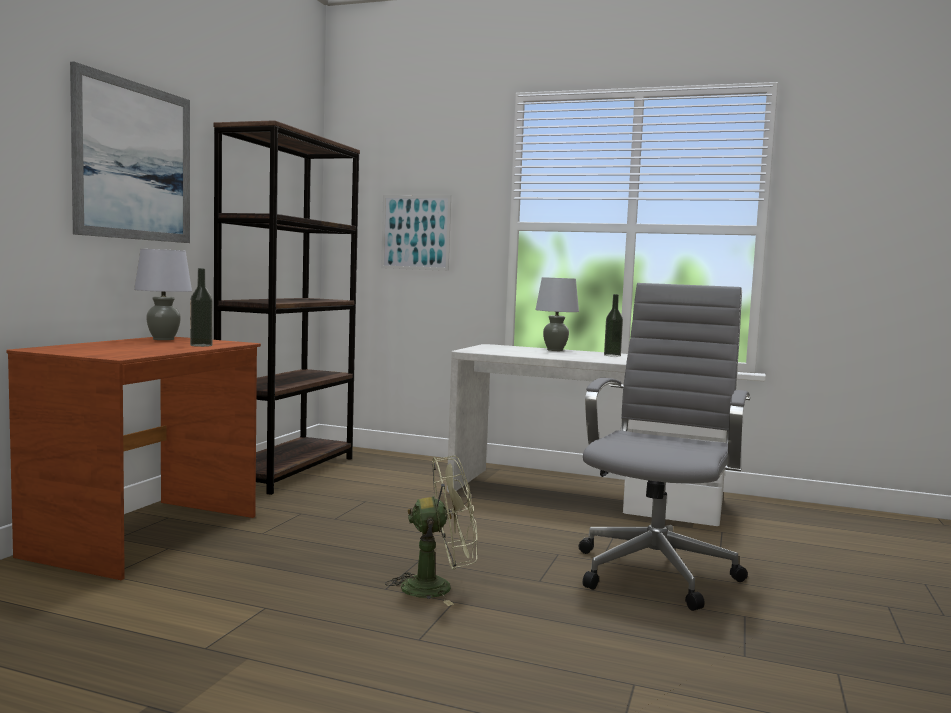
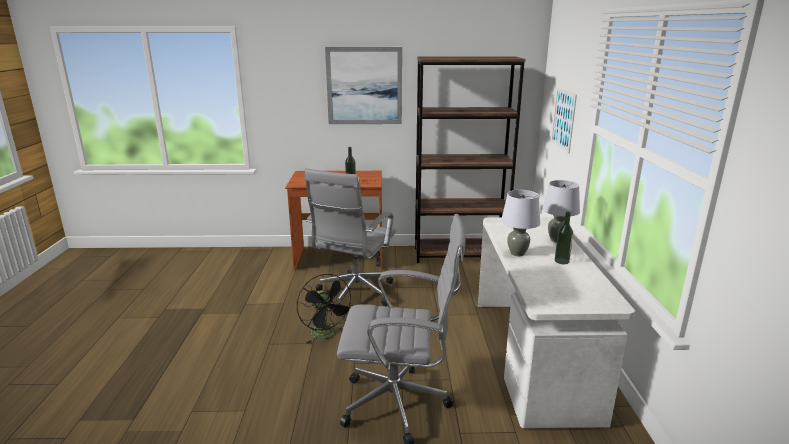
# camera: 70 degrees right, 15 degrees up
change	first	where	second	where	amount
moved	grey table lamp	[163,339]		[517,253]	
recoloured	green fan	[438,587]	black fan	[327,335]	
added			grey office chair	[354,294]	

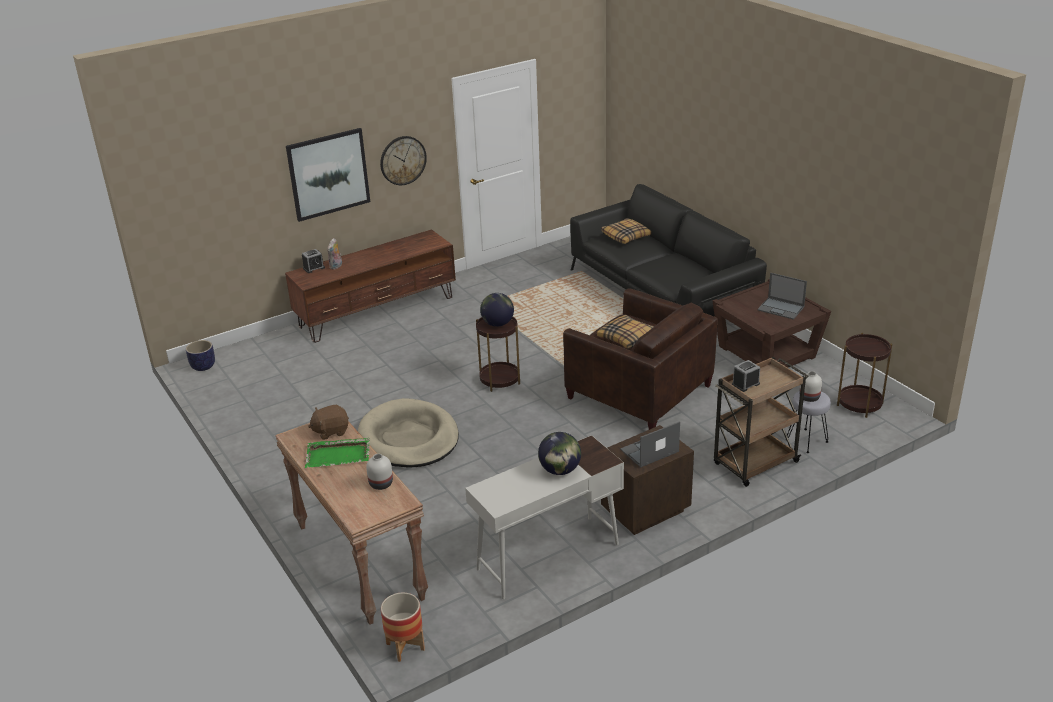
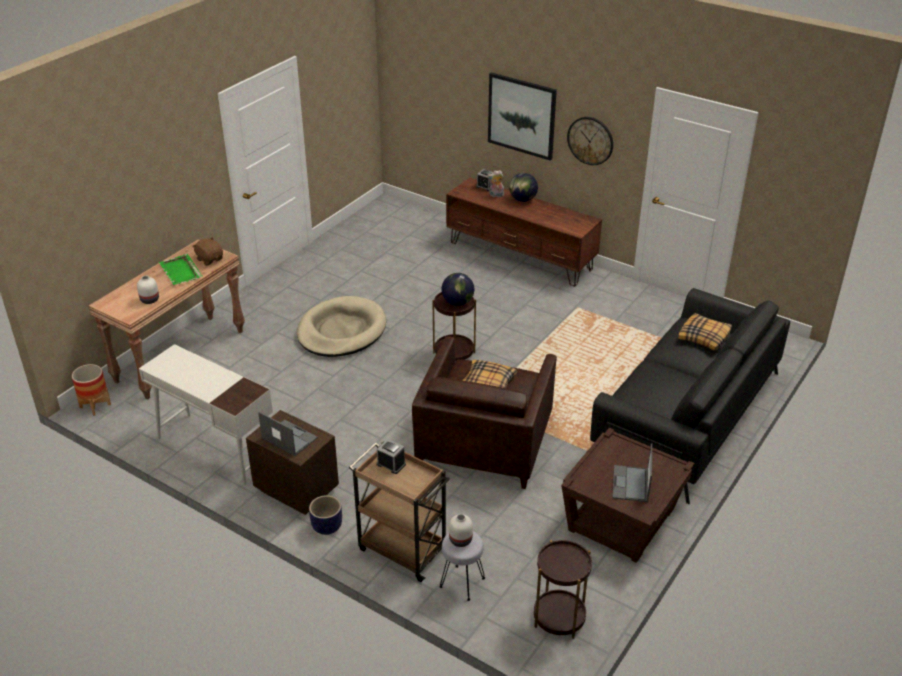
# camera: 65 degrees right, 5 degrees up
change	first	where	second	where	amount
moved	planter	[203,366]		[327,526]	
moved	globe	[560,470]		[522,199]	

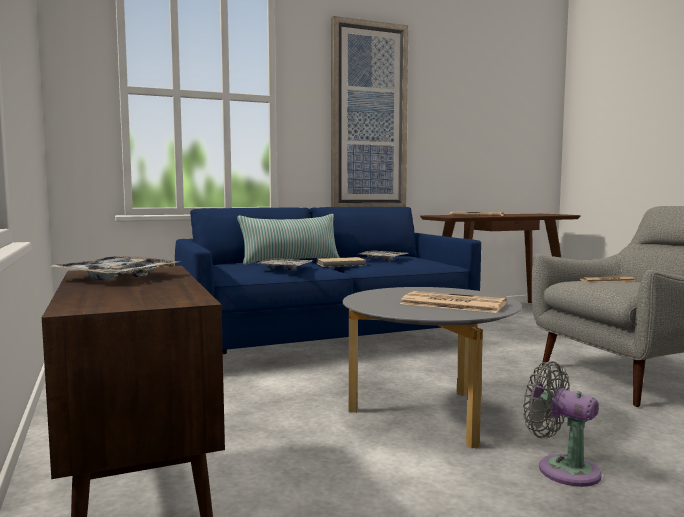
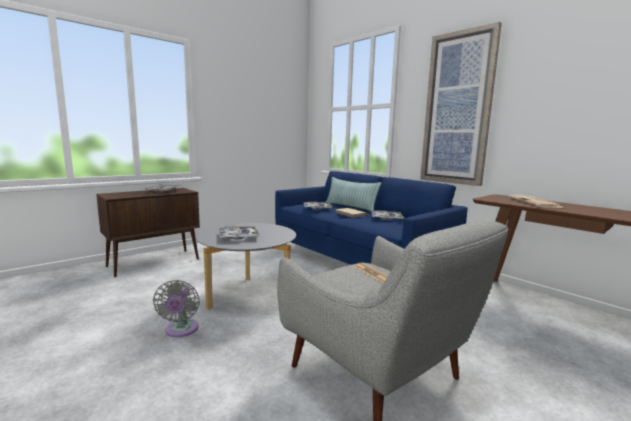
# camera: 70 degrees right, 5 degrees up
change	first	where	second	where	amount
replaced	newspaper	[451,303]	tray	[238,237]	
turned	grey fan	[562,469]		[181,330]	150 degrees clockwise

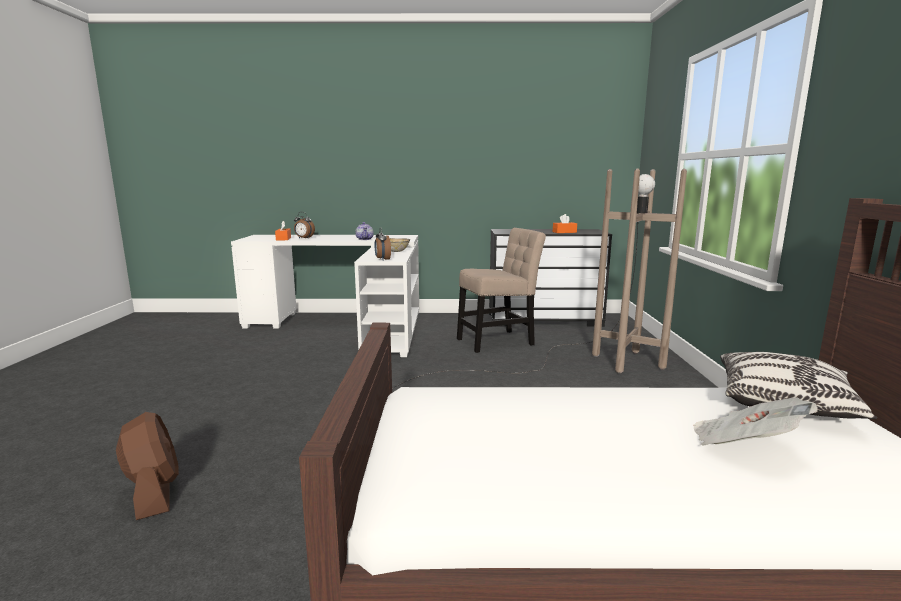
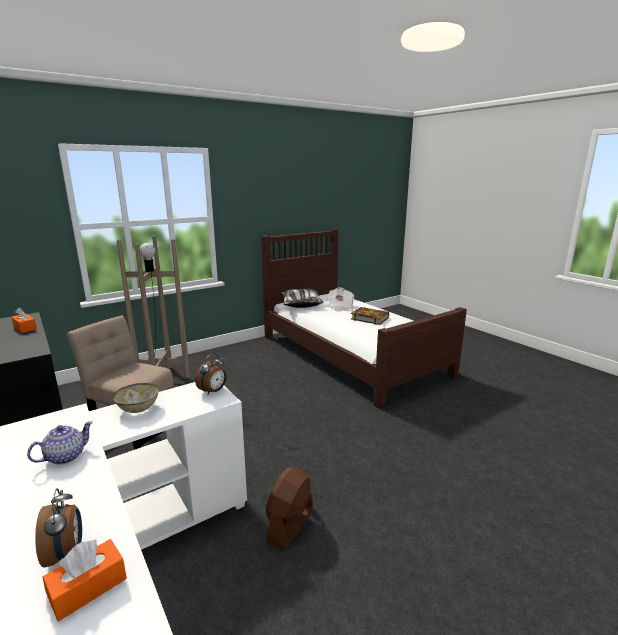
# camera: 125 degrees left, 5 degrees up
change	first	where	second	where	amount
moved	brown fan	[154,492]		[290,524]	
added			book	[370,318]	

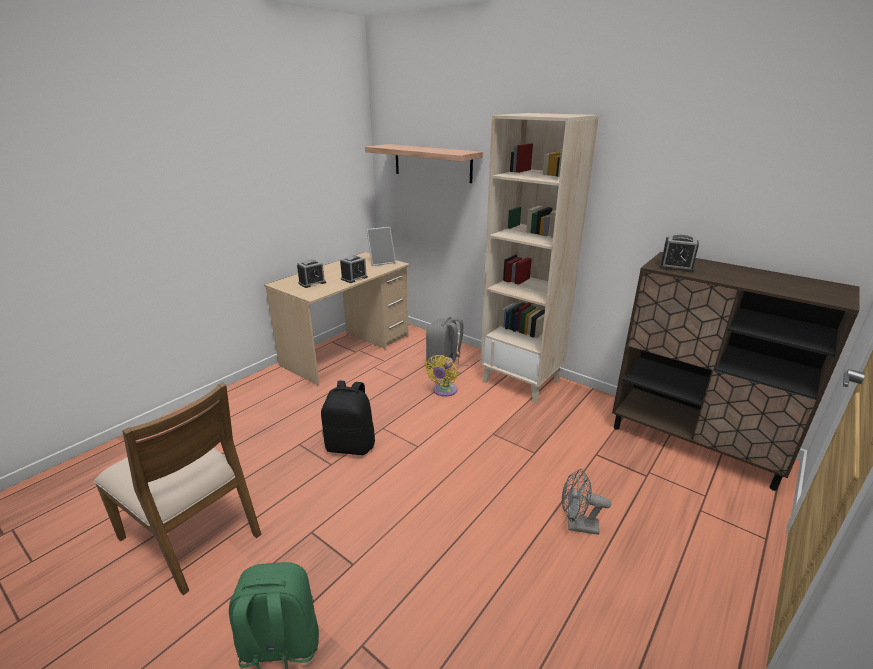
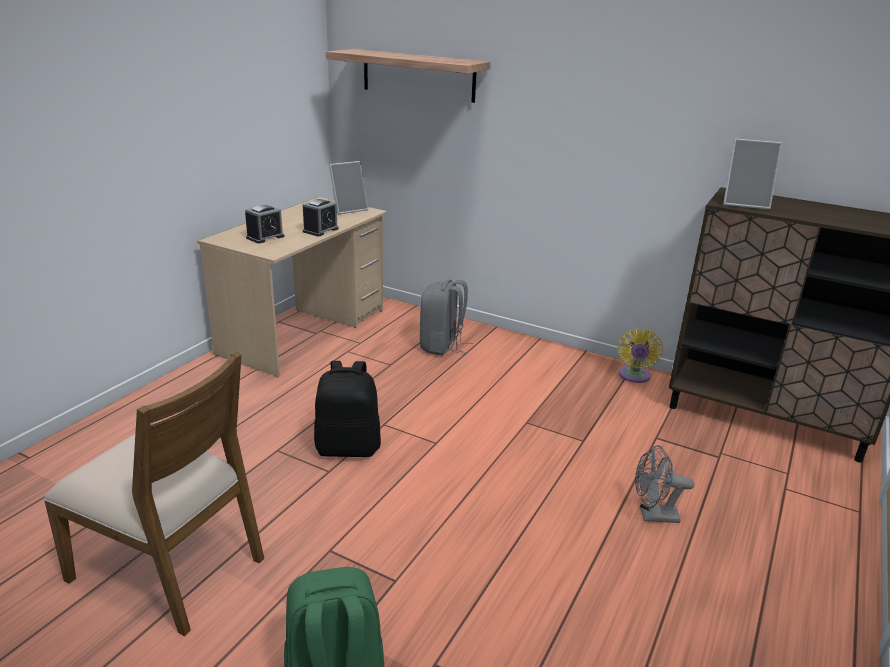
# camera: 10 degrees left, 0 degrees up
change	first	where	second	where	amount
removed	beige bookcase	[522,381]			
replaced	alarm clock	[676,267]	picture frame	[745,203]	
moved	yellow fan	[444,391]		[634,376]	

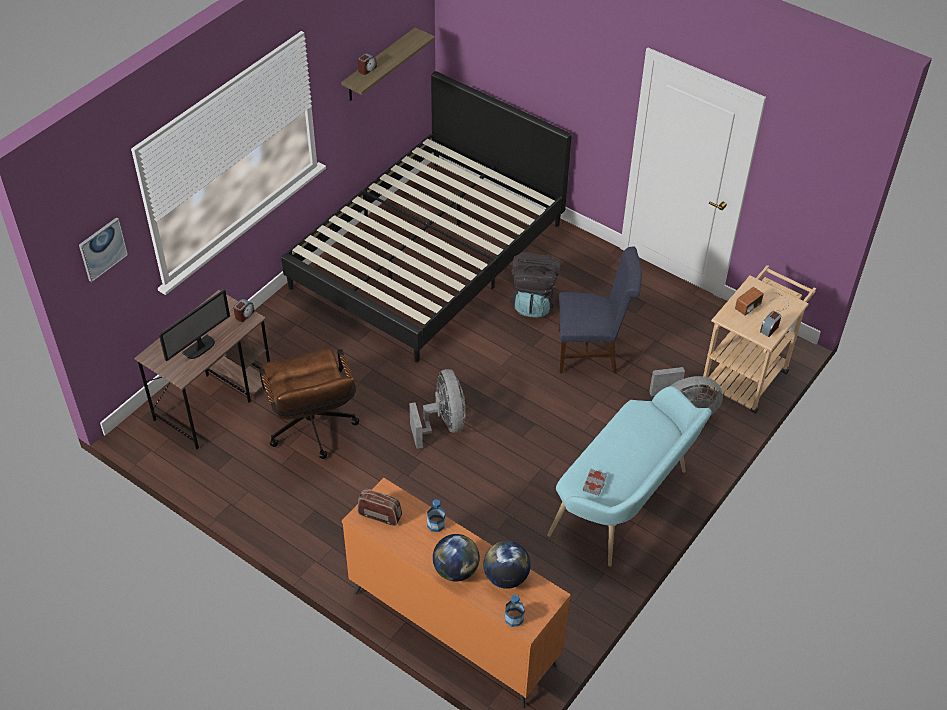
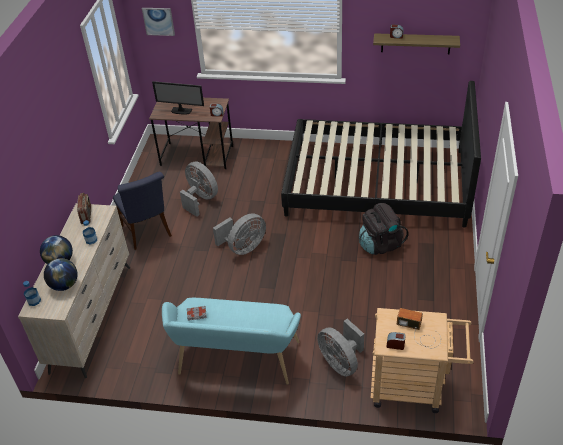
# camera: 65 degrees right, 5 degrees down
change	first	where	second	where	amount
moved	blue chair	[592,352]		[148,232]	
replaced	brown office chair	[313,431]	grey fan	[200,199]	
recoloured	orange dresser	[453,627]	beige dresser	[92,317]	

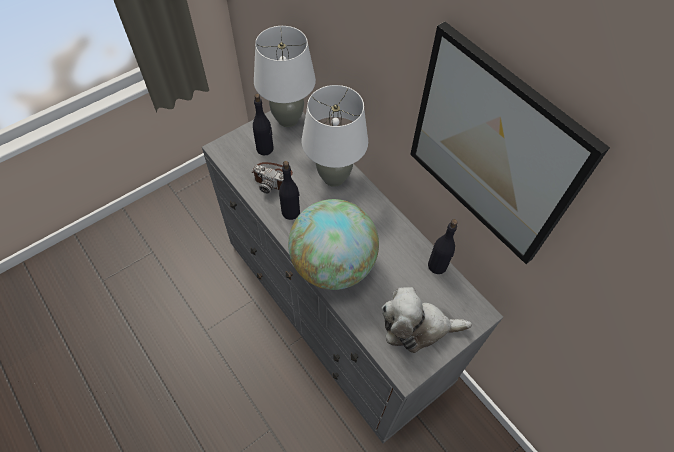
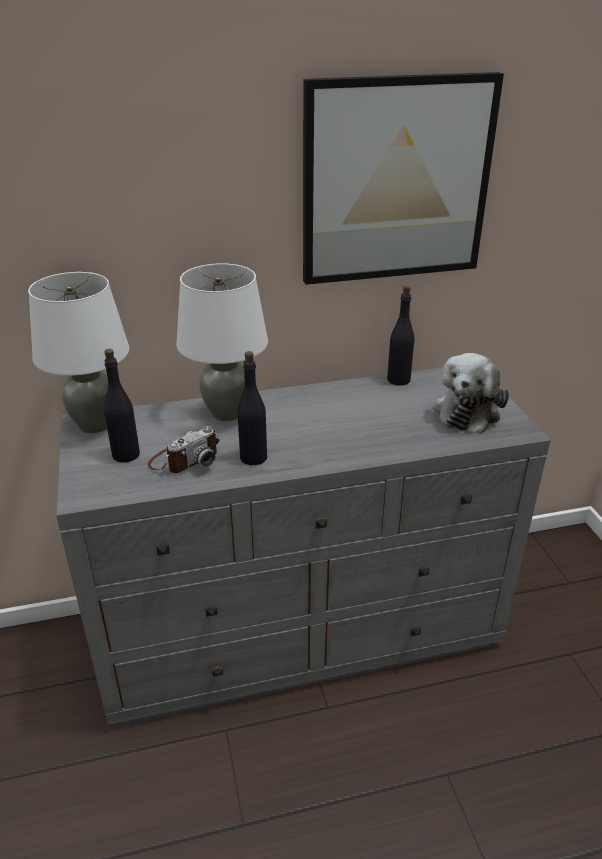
# camera: 65 degrees left, 25 degrees down
change	first	where	second	where	amount
removed	globe	[333,265]			

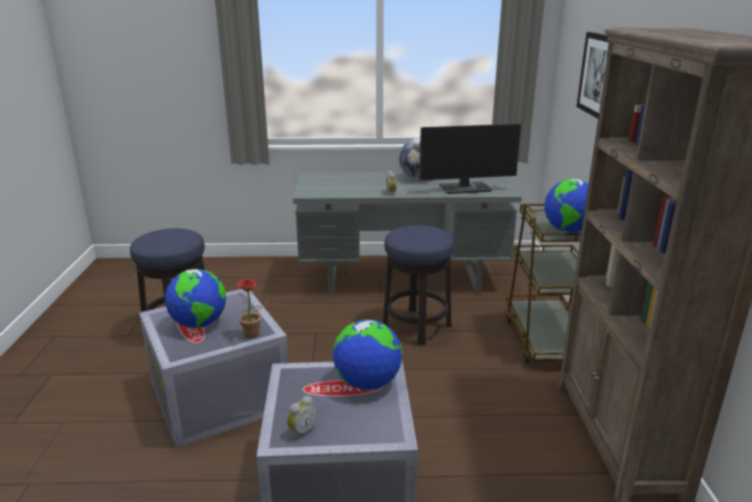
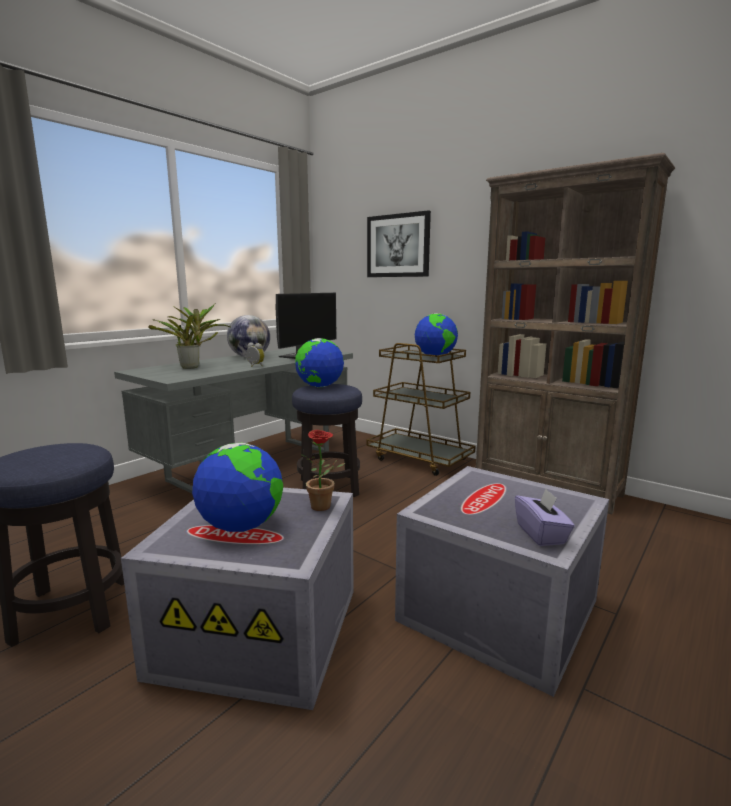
# camera: 50 degrees left, 10 degrees down
change	first	where	second	where	amount
moved	globe	[367,383]		[319,386]	
replaced	alarm clock	[301,431]	purple tissue box	[541,534]	
added			potted plant	[192,367]	

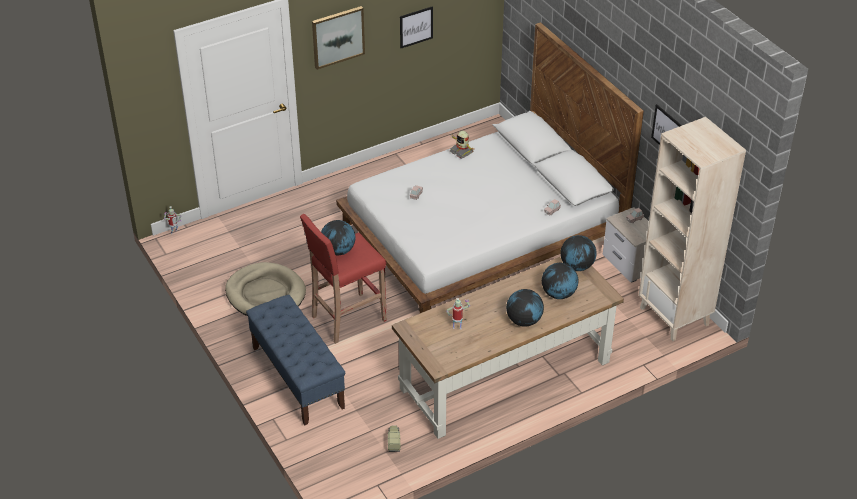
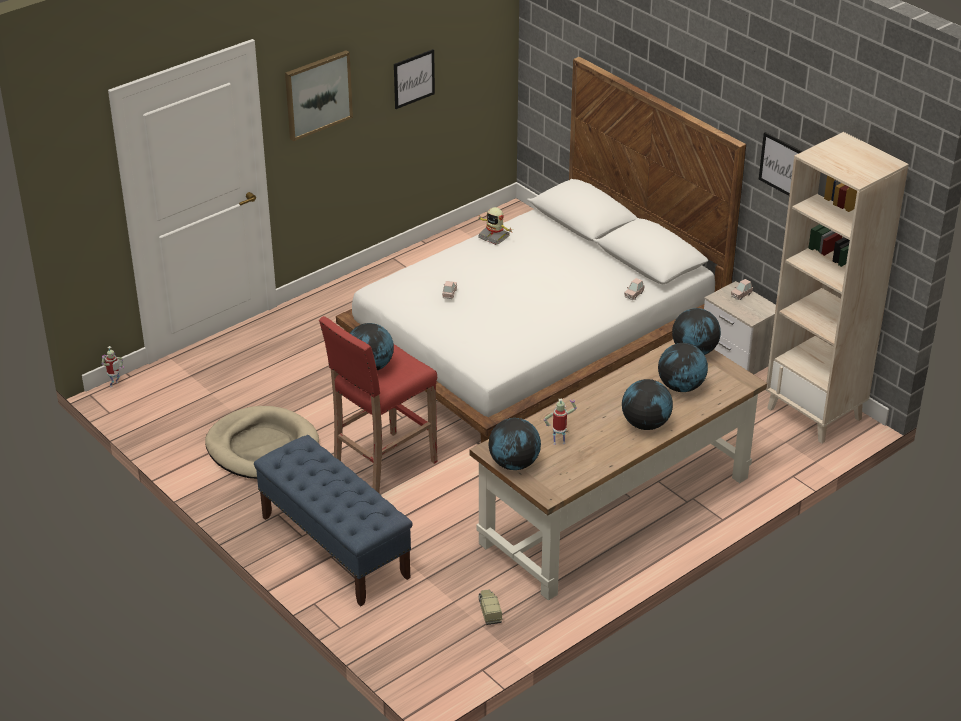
# camera: 10 degrees left, 5 degrees down
change	first	where	second	where	amount
added			globe	[514,464]	

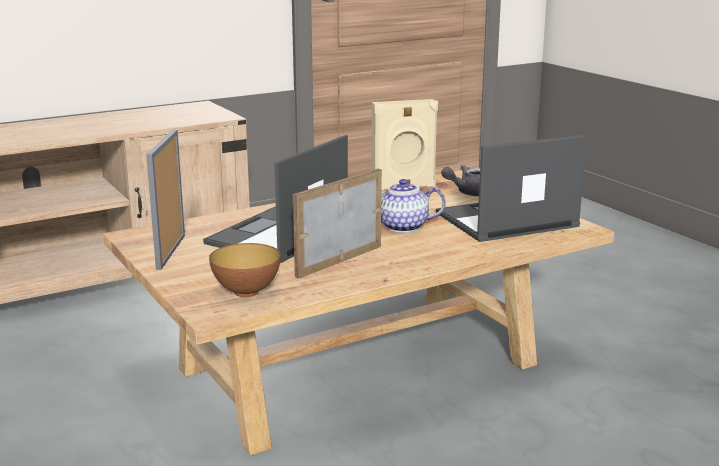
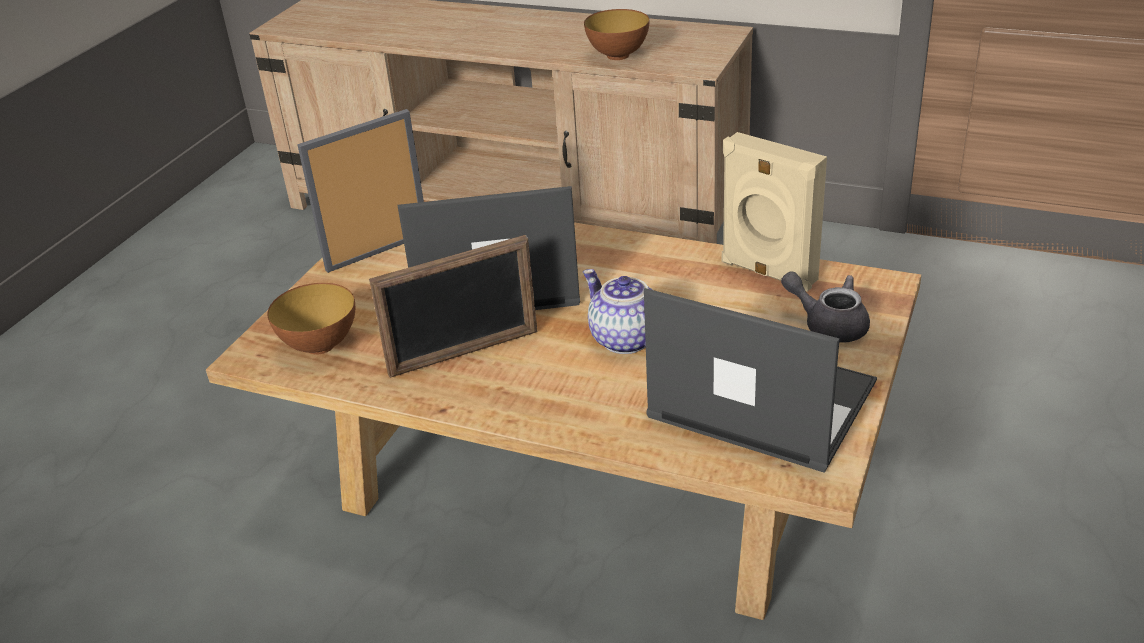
# camera: 55 degrees right, 15 degrees up
change	first	where	second	where	amount
turned	picture frame	[339,261]		[464,353]	150 degrees clockwise
added			bowl	[618,55]	

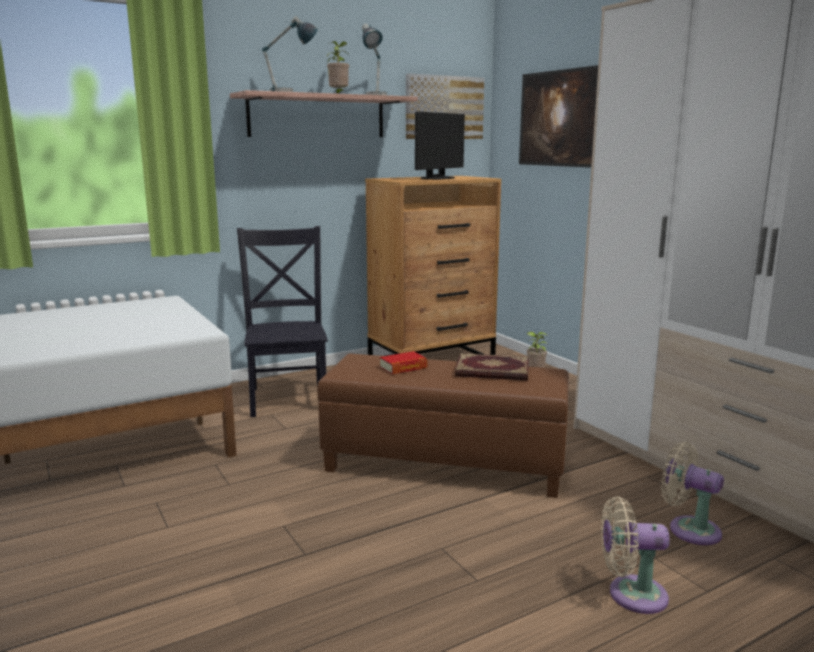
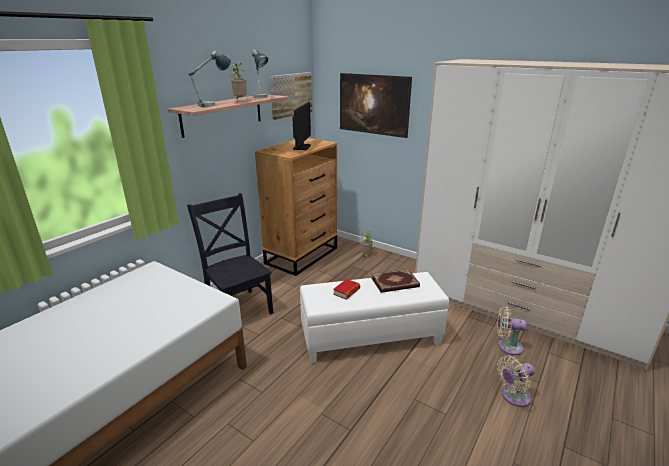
# camera: 25 degrees left, 10 degrees up
change	first	where	second	where	amount
recoloured	brown ottoman	[445,464]	white ottoman	[371,337]	

